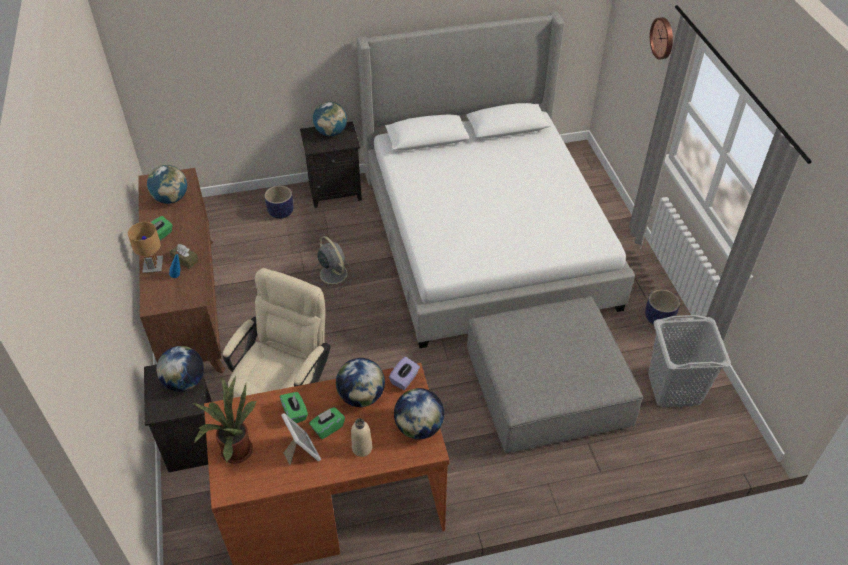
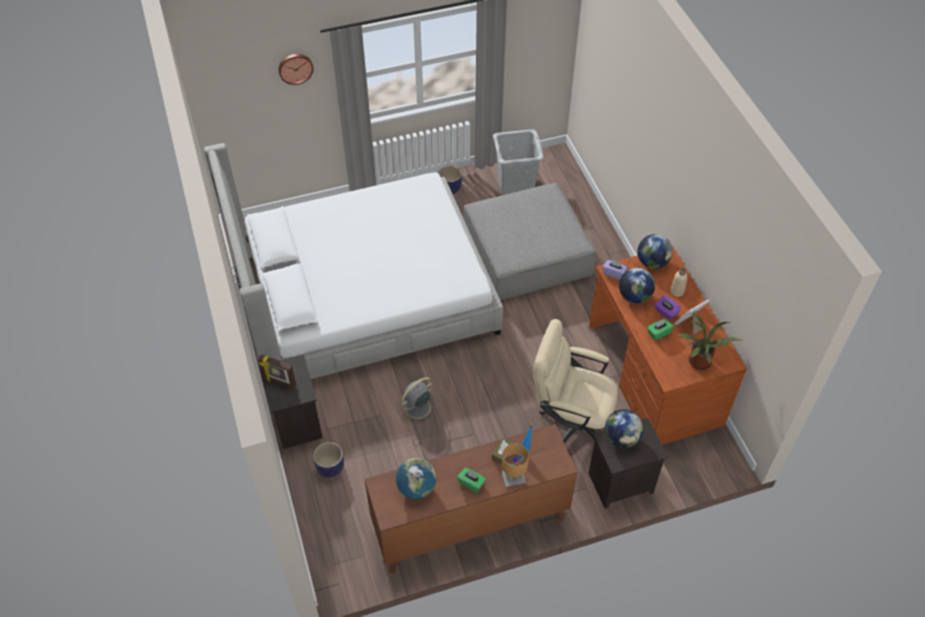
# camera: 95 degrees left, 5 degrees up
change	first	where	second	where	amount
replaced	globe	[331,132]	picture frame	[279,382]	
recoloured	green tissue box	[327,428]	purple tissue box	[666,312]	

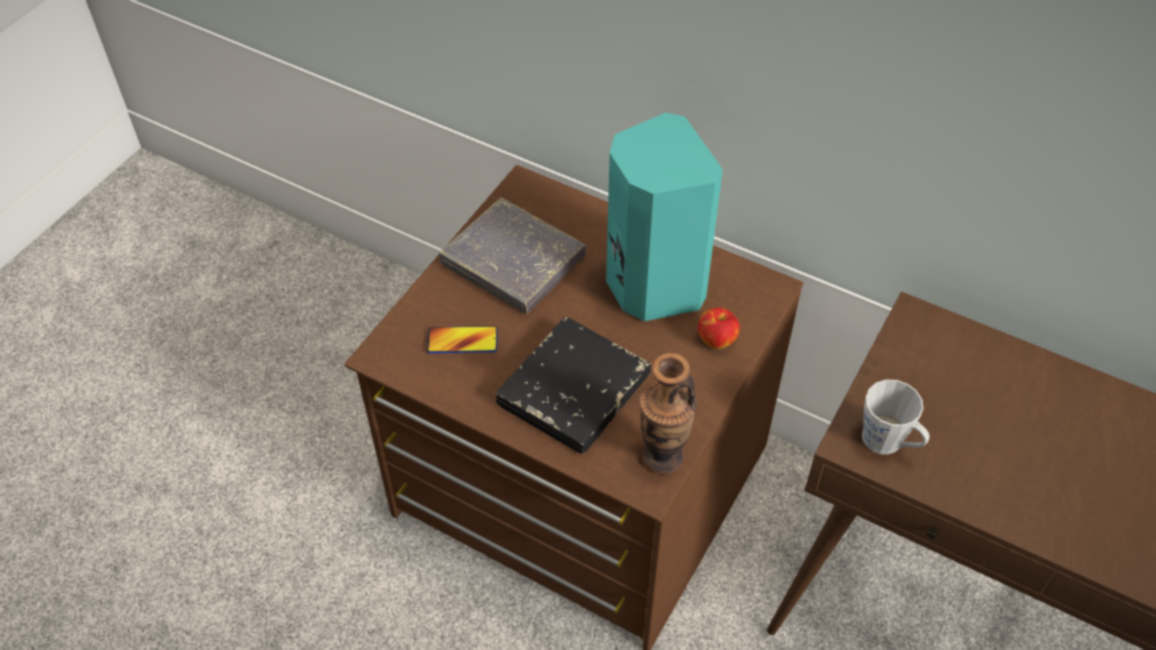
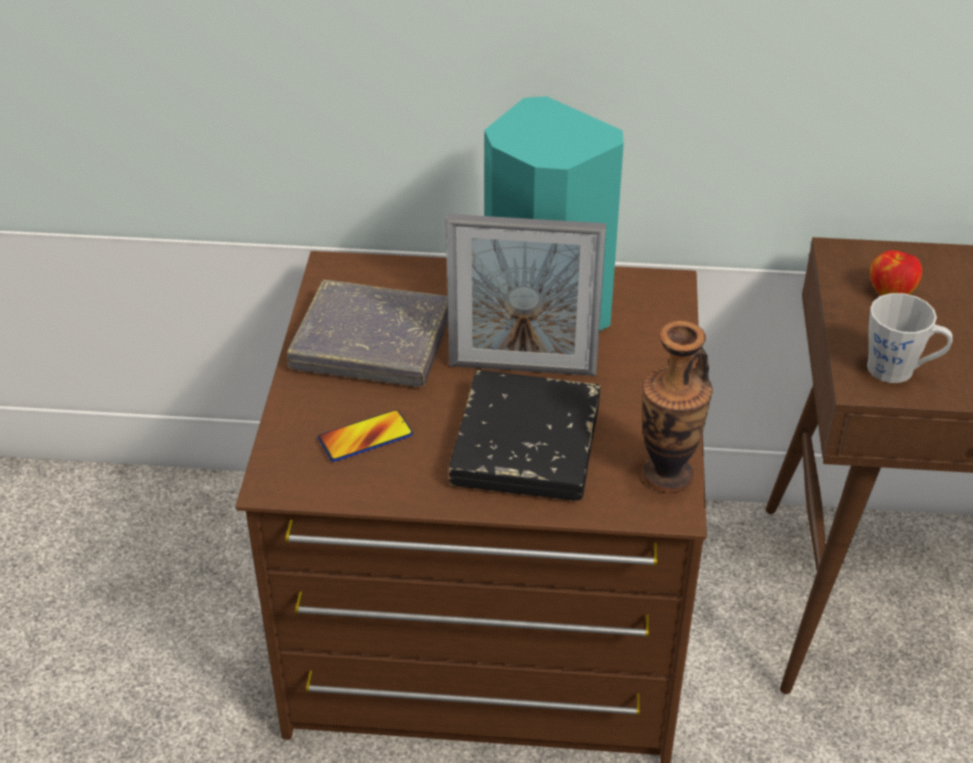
# camera: 25 degrees left, 10 degrees down
change	first	where	second	where	amount
moved	apple	[716,339]		[891,292]	
added			picture frame	[522,368]	

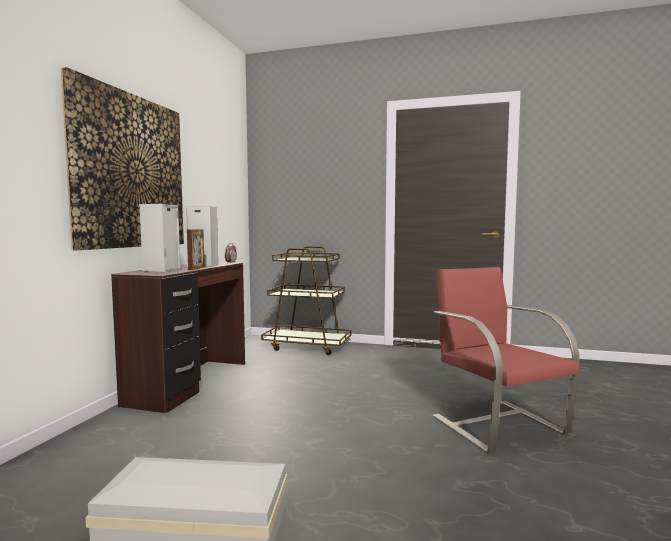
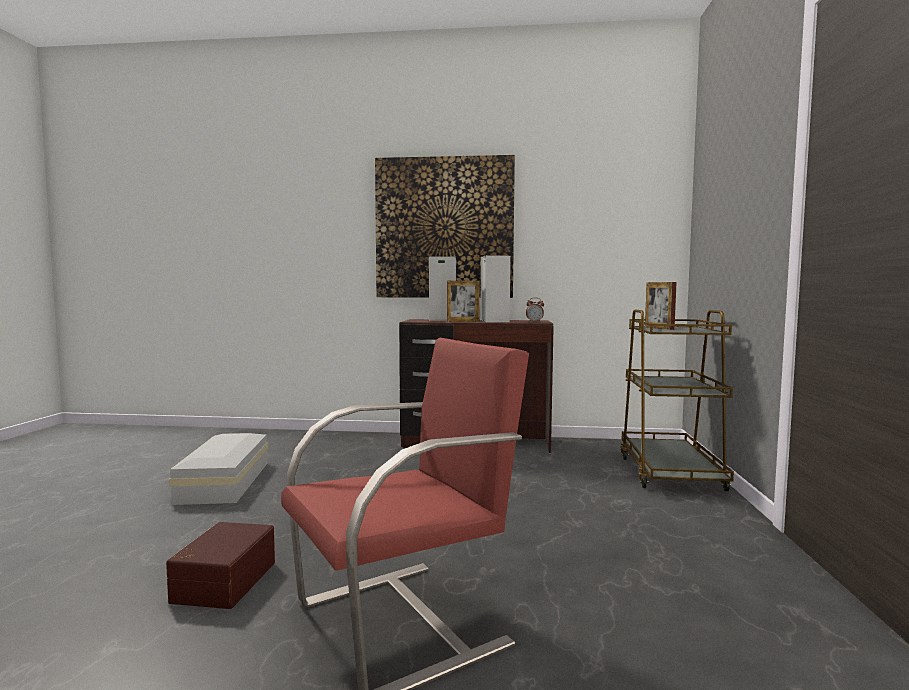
# camera: 80 degrees right, 0 degrees up
change	first	where	second	where	amount
added			picture frame	[659,328]	
added			brown storage box	[222,581]	

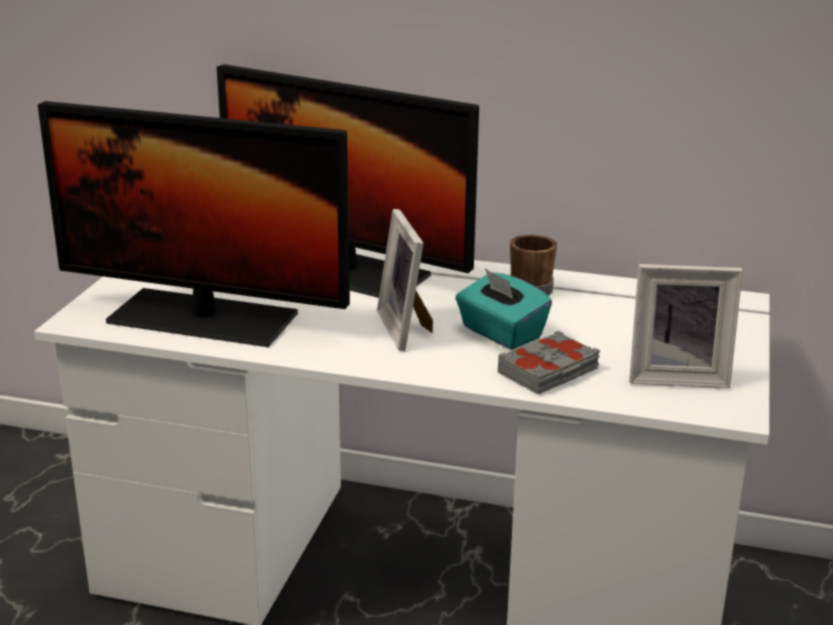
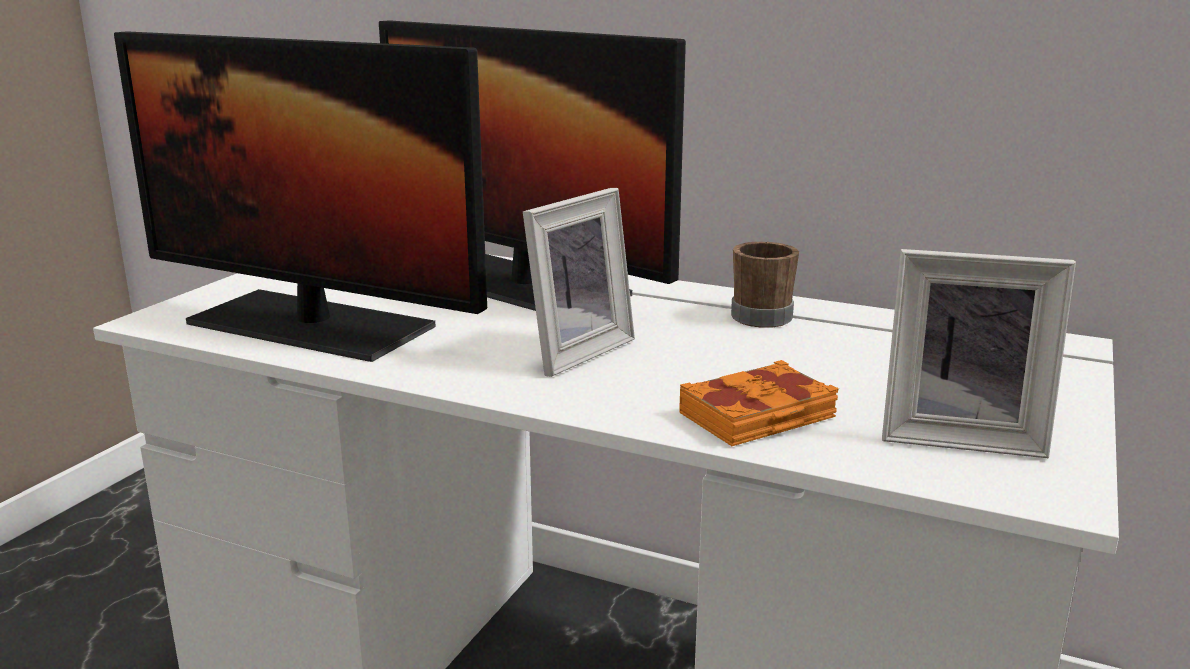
# camera: 10 degrees right, 5 degrees down
change	first	where	second	where	amount
turned	picture frame	[407,329]		[573,351]	135 degrees counterclockwise
removed	turquoise tissue box	[500,333]			
recoloured	grey book	[549,371]	orange book	[758,416]	

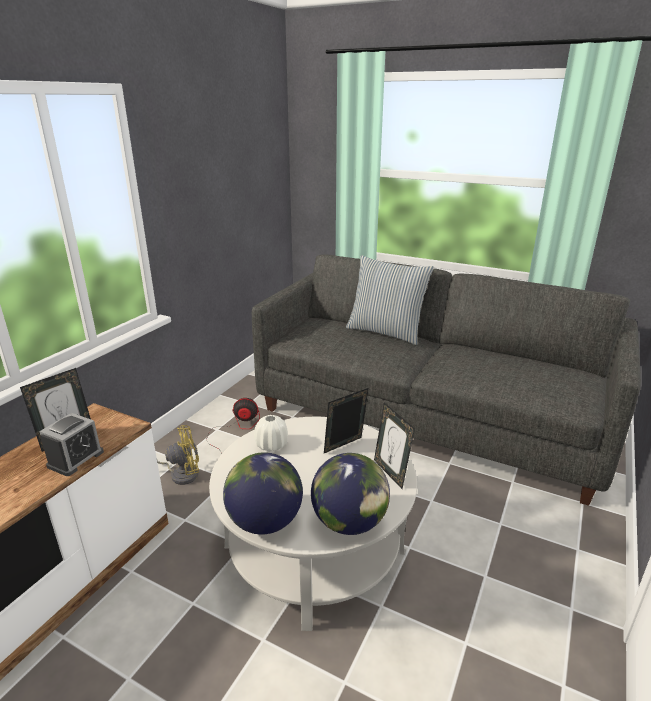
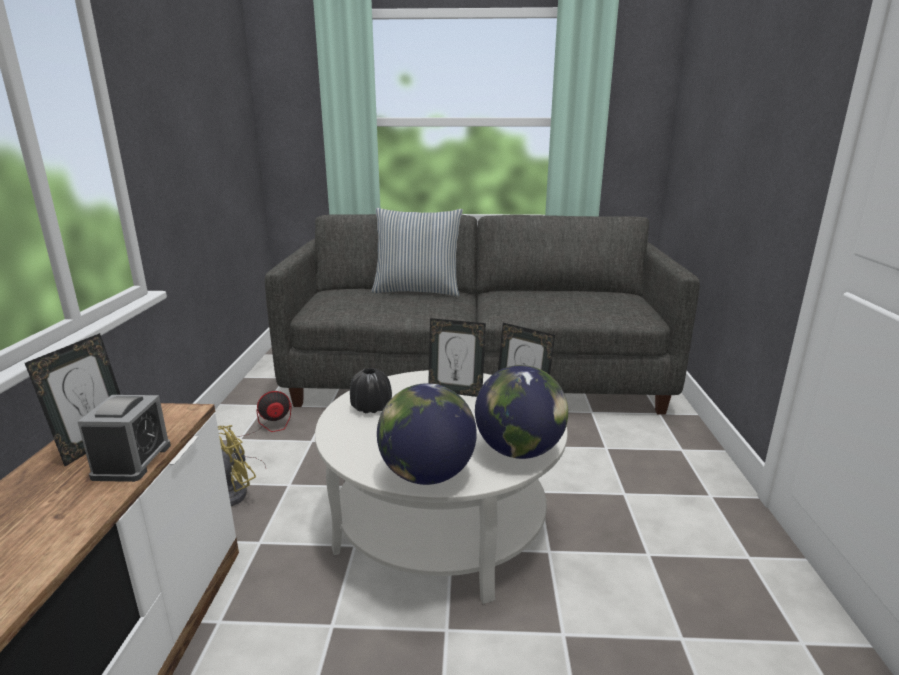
# camera: 25 degrees left, 5 degrees down
change	first	where	second	where	amount
turned	picture frame	[345,447]		[456,392]	105 degrees counterclockwise
recoloured	white vase	[271,445]	black vase	[371,407]	

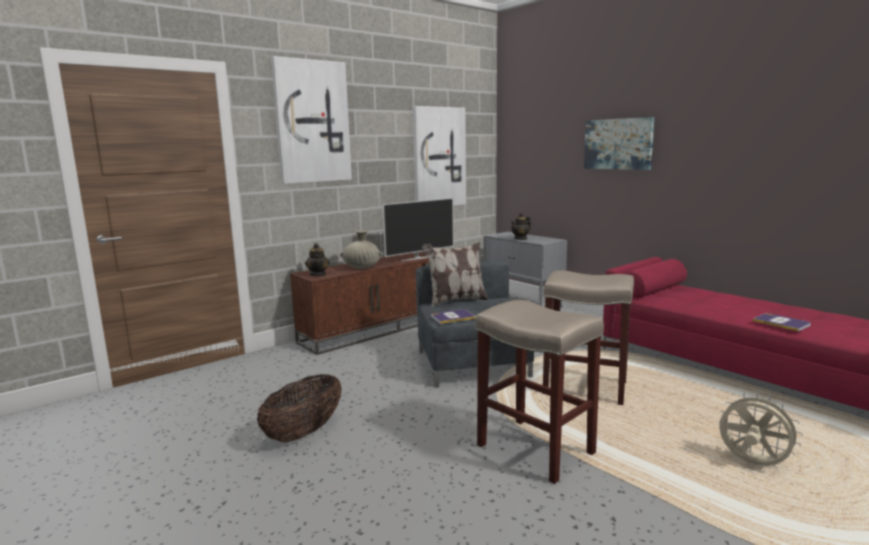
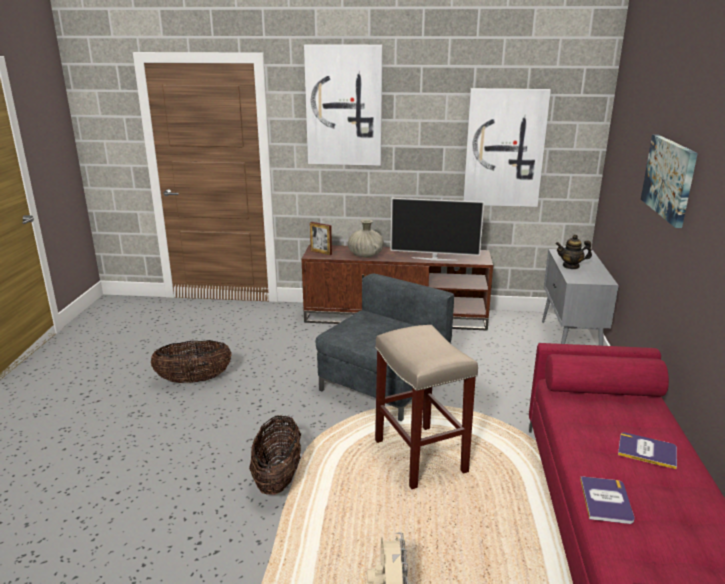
# camera: 45 degrees right, 10 degrees up
change	first	where	second	where	amount
removed	pillow	[456,301]			
replaced	teapot	[318,274]	picture frame	[321,252]	
replaced	beige stool	[537,449]	basket	[277,477]	
moved	book	[453,317]		[647,451]	

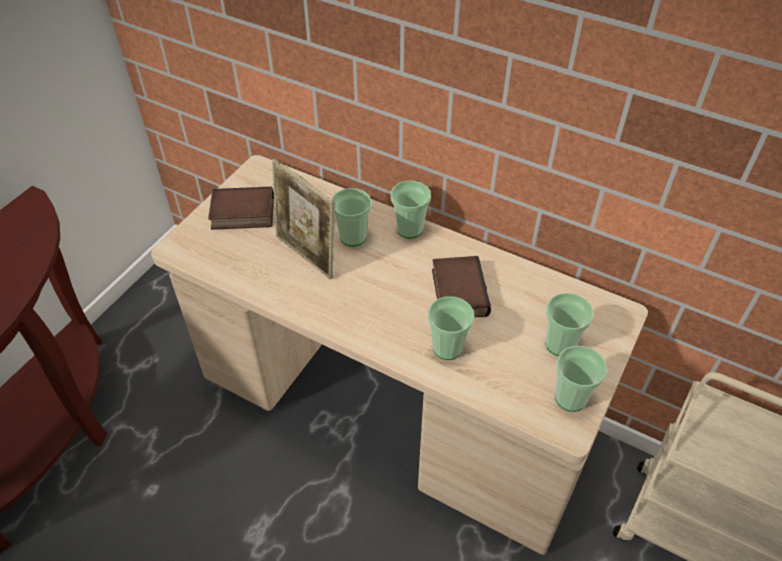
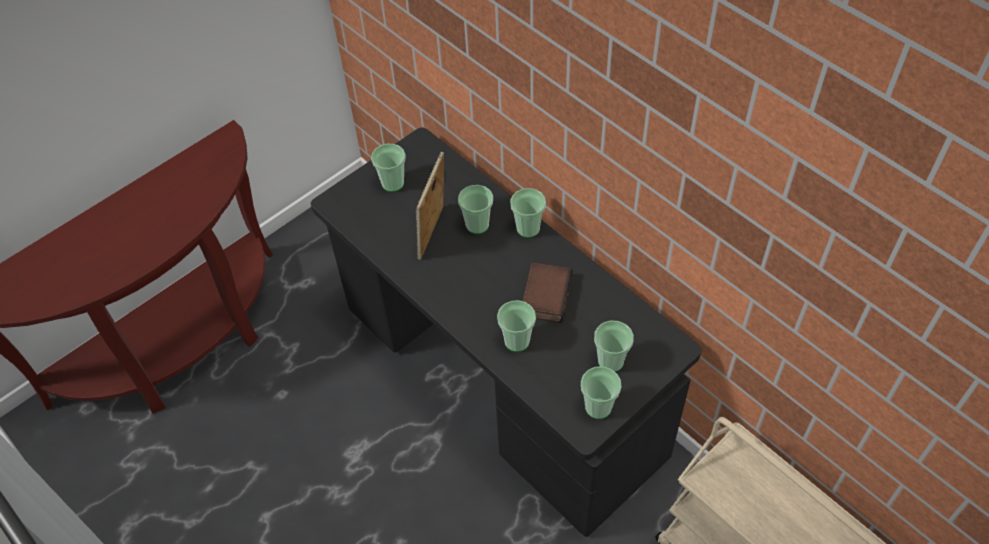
# camera: 20 degrees right, 5 degrees up
change	first	where	second	where	amount
recoloured	beige desk	[391,412]	black desk	[501,381]	
turned	picture frame	[307,255]		[433,233]	45 degrees clockwise
replaced	book	[242,214]	cup	[392,183]	

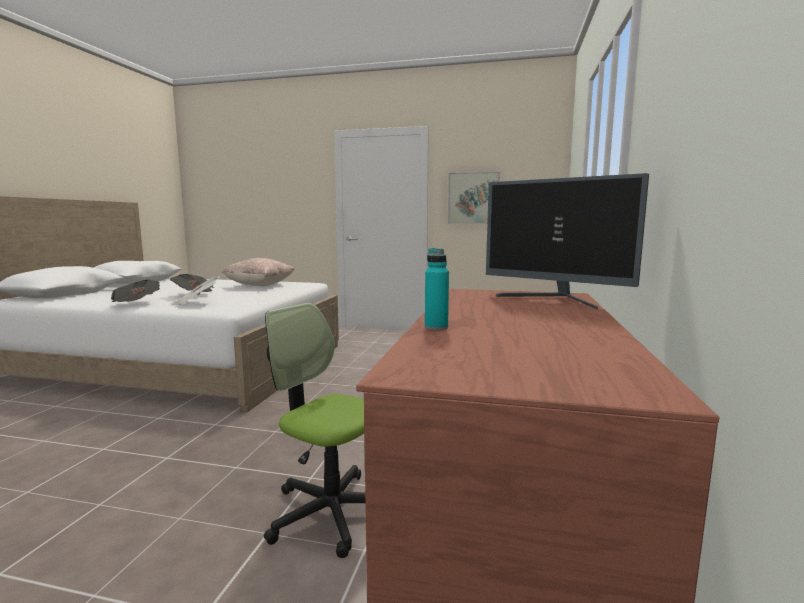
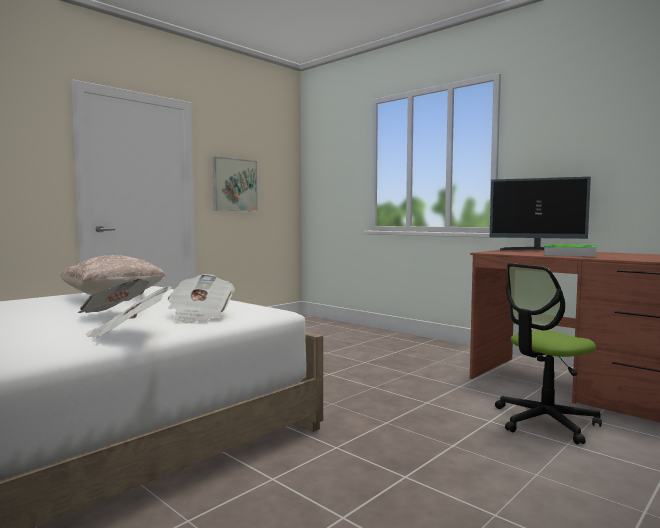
# camera: 60 degrees left, 5 degrees down
change	first	where	second	where	amount
turned	monitor	[555,300]		[536,250]	45 degrees clockwise
removed	turquoise bottle	[436,327]			
added			tray	[570,254]	

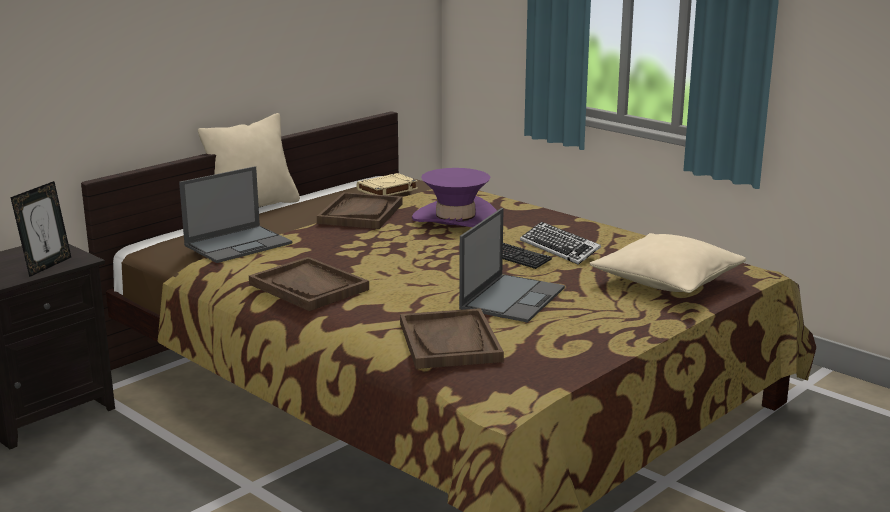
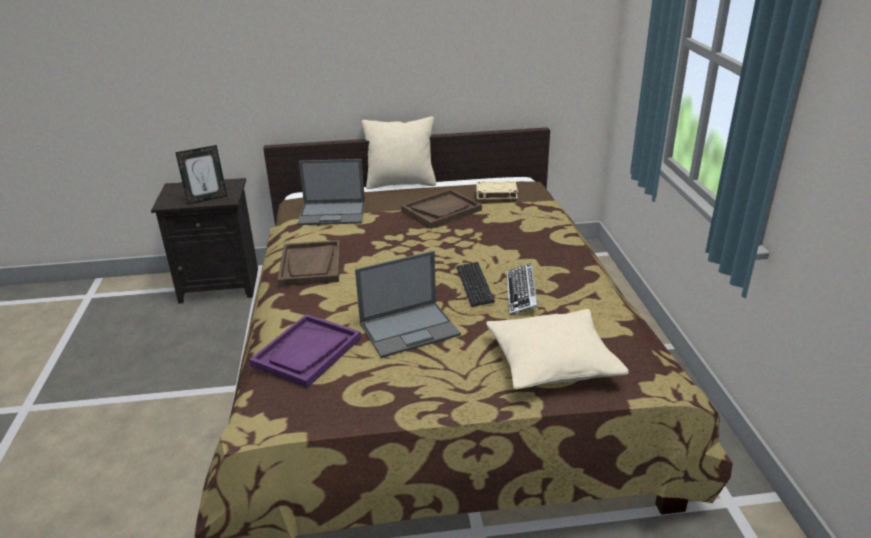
# camera: 40 degrees right, 10 degrees up
change	first	where	second	where	amount
removed	purple hat	[455,218]			
recoloured	brown tray	[450,342]	purple tray	[307,352]	

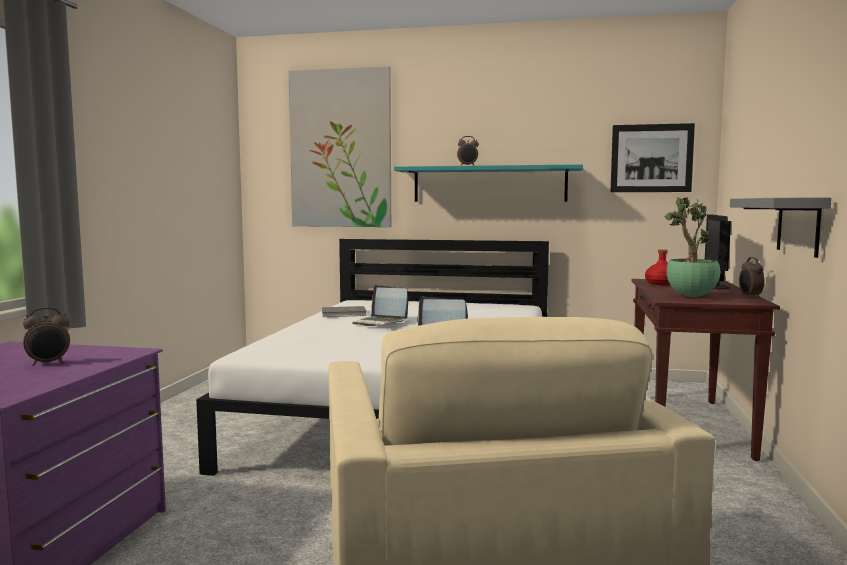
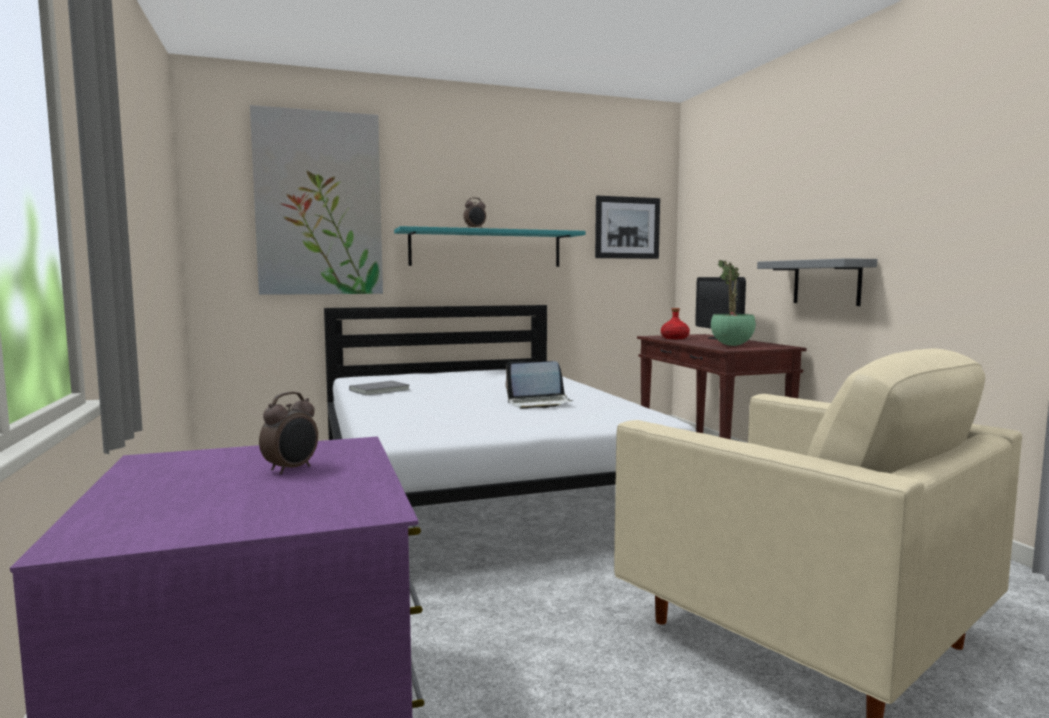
# camera: 30 degrees left, 0 degrees up
change	first	where	second	where	amount
removed	alarm clock	[749,296]			
removed	laptop	[380,322]			

